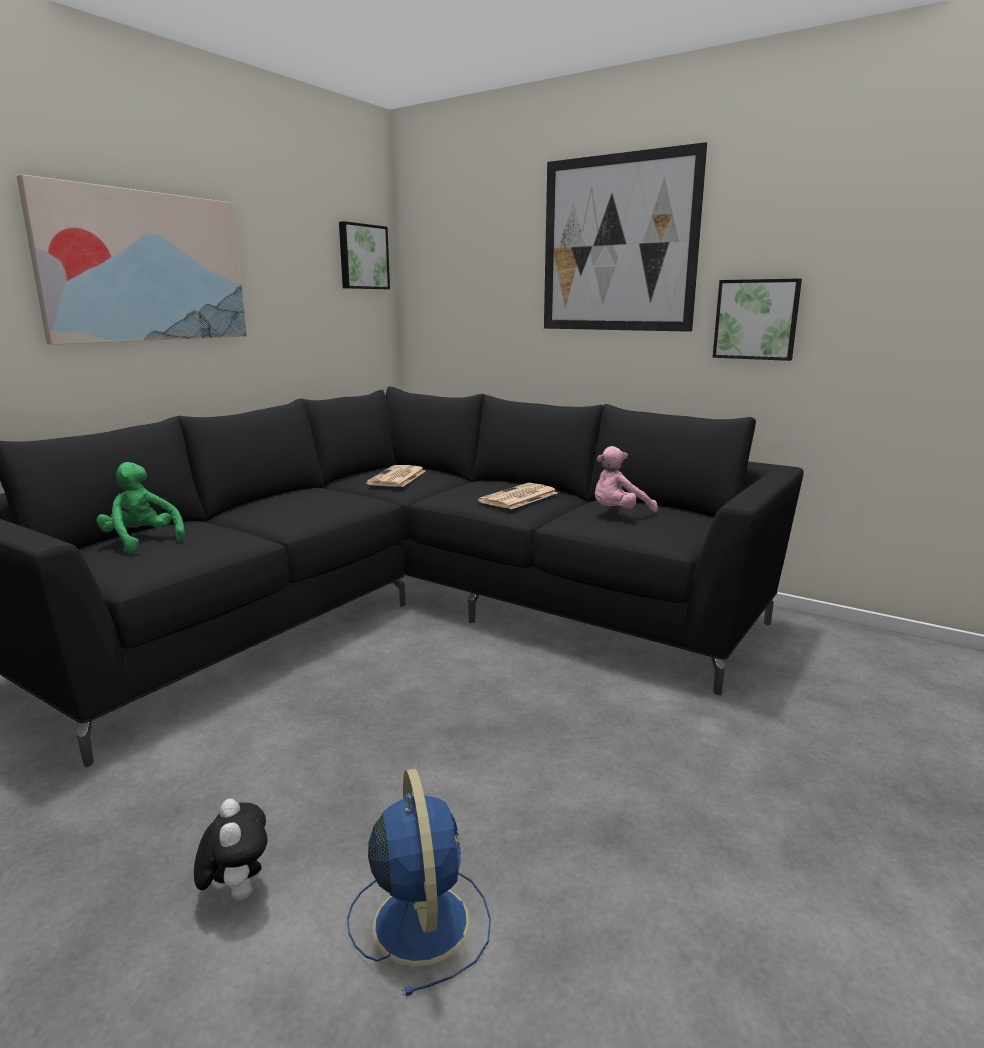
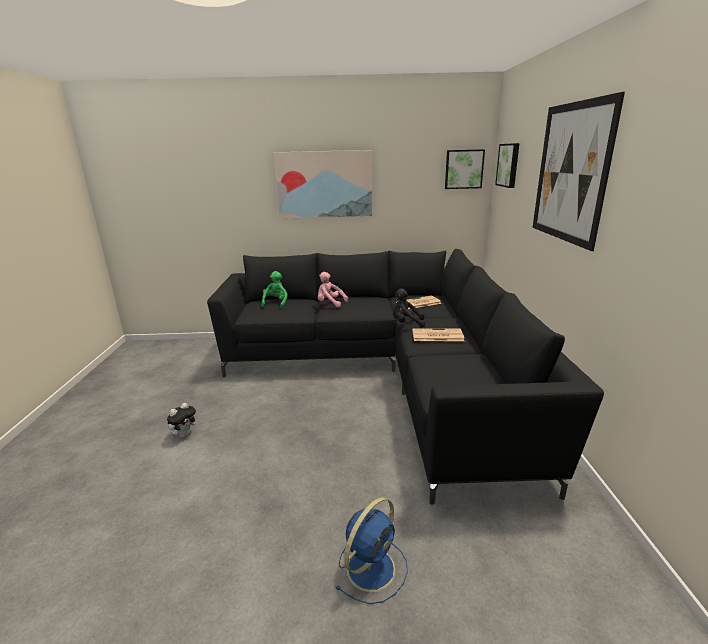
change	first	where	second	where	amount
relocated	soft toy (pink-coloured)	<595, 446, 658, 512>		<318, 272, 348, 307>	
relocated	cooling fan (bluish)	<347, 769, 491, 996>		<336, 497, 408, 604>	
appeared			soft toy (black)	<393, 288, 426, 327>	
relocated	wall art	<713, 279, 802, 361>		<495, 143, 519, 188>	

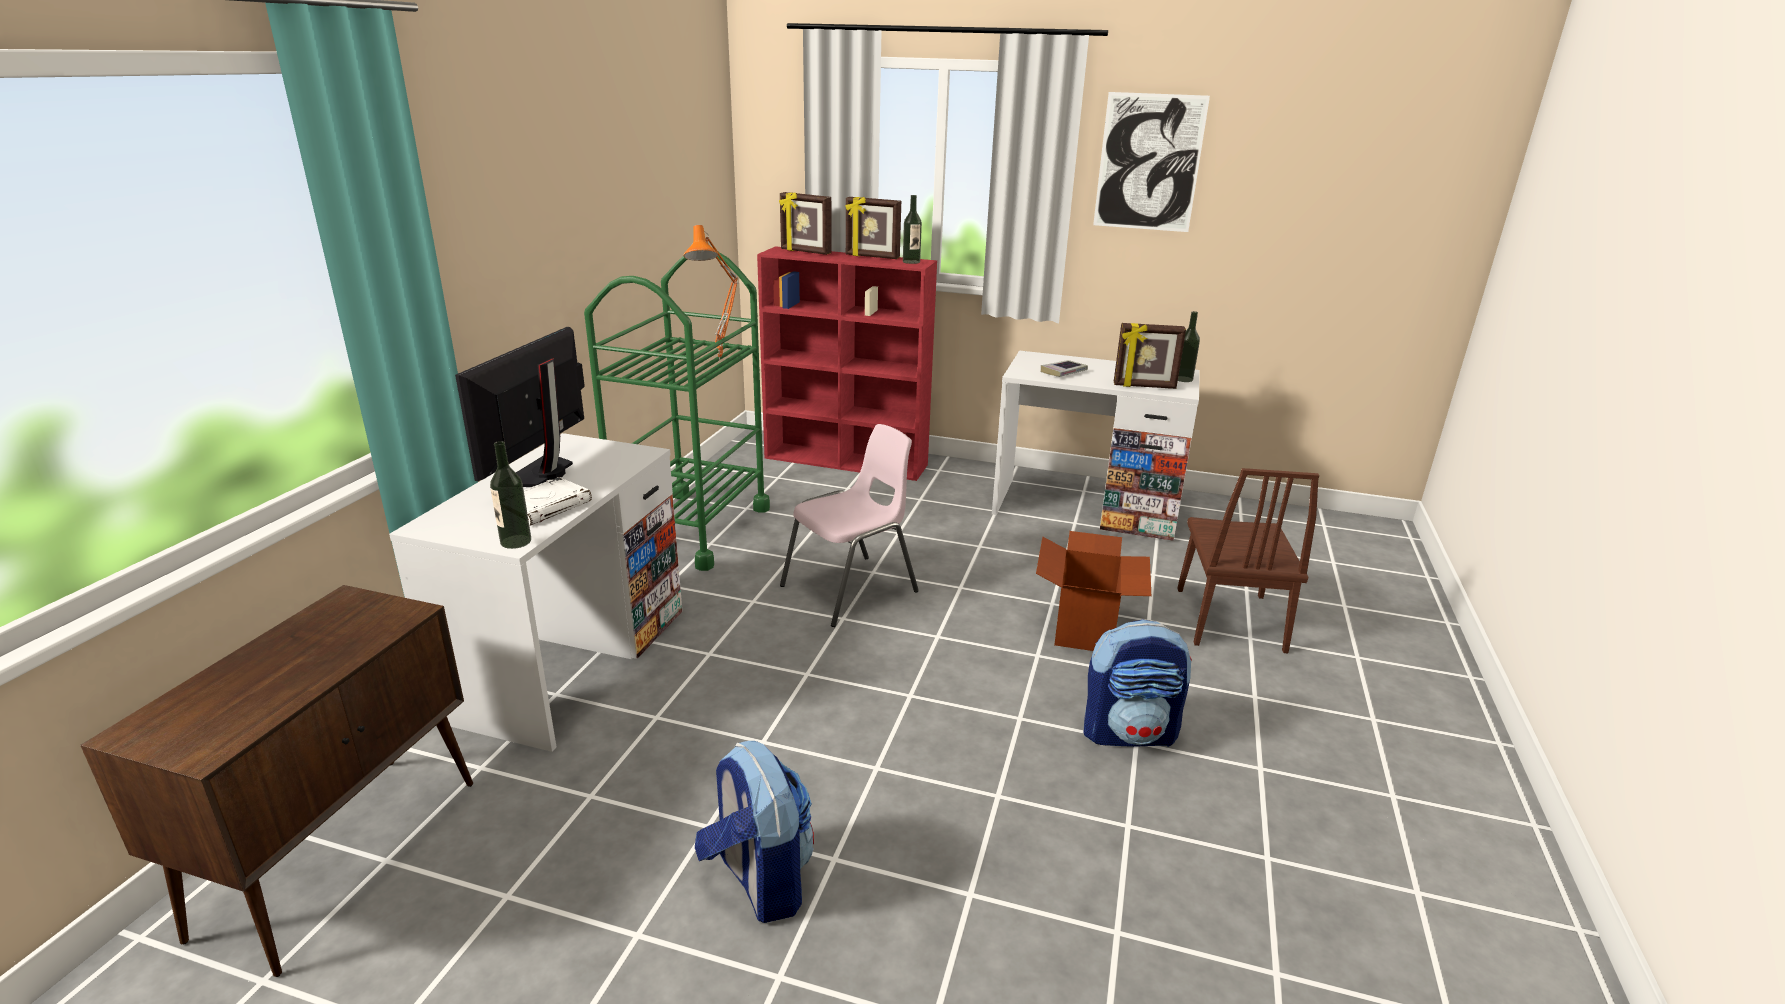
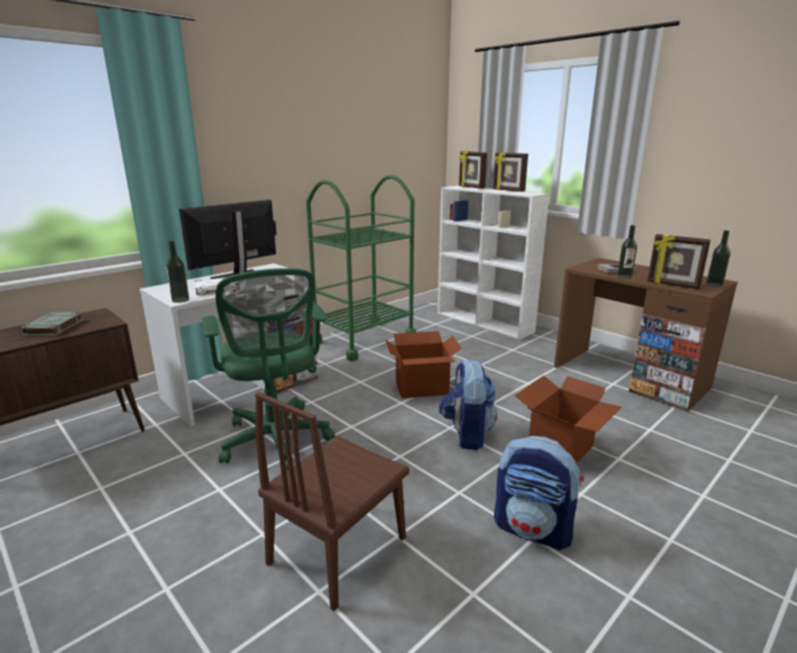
change	first	where	second	where	amount
appeared			volume (grey)	<19, 312, 84, 336>	
appeared			computer chair (greenish)	<202, 268, 335, 470>	
relocated	plain chair (brown-coloured)	<1177, 468, 1319, 653>		<255, 392, 409, 611>	
exchanged	plain chair (pink-coloured)	<780, 424, 919, 627>	carton	<385, 331, 461, 398>	
colour	bookshelf (red)	<757, 246, 937, 481>	bookshelf (whitish)	<438, 186, 549, 340>	
relocated	knapsack	<695, 741, 814, 923>		<439, 359, 497, 450>	
colour	desk unit (whitish)	<992, 351, 1200, 541>	desk unit (brown-coloured)	<554, 258, 738, 411>	
relocated	bottle	<903, 195, 922, 264>		<617, 225, 637, 279>	
missing	table lamp (orange-coloured)	<683, 225, 739, 361>			
missing	wall art	<1093, 92, 1210, 232>			

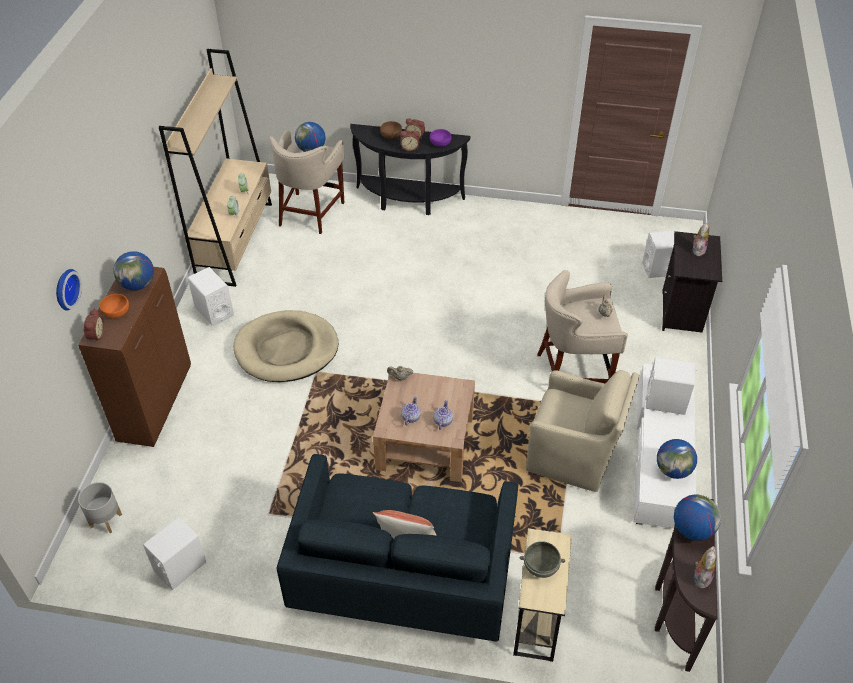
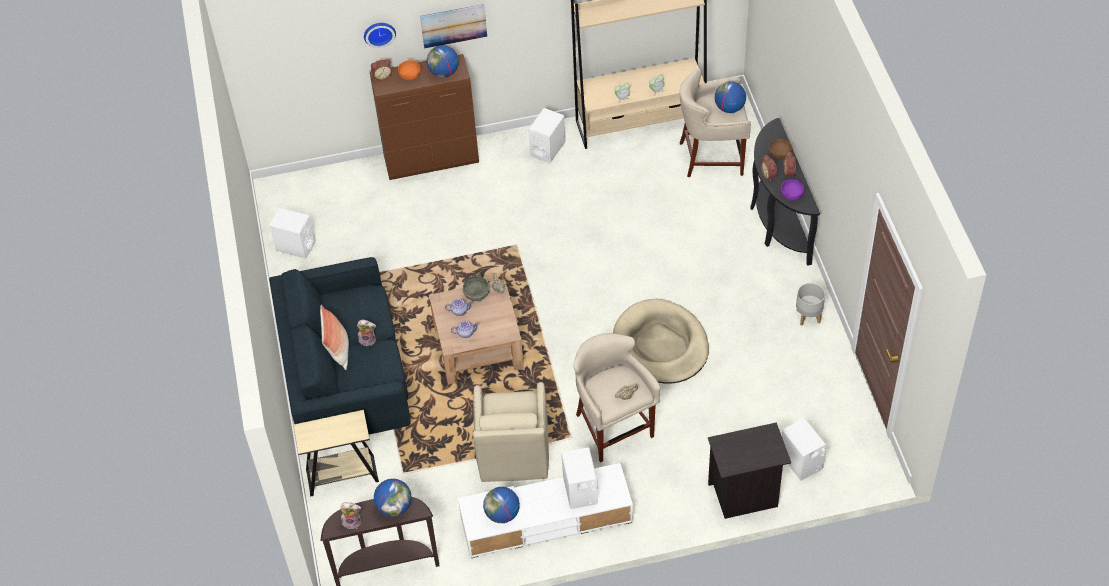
change	first	where	second	where	amount
relocated	soft toy	<693, 223, 709, 256>		<357, 320, 376, 346>	
appeared			wall art	<420, 4, 487, 49>	
relocated	deep dish (grey)	<520, 541, 565, 578>		<463, 276, 490, 301>	
relocated	pet bed (beige)	<233, 310, 338, 382>		<613, 299, 709, 384>	
relocated	planter (grey)	<78, 482, 122, 533>		<796, 283, 825, 326>	

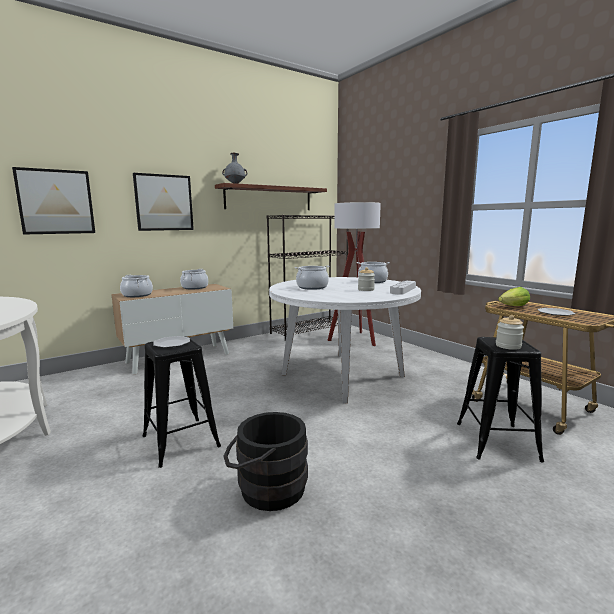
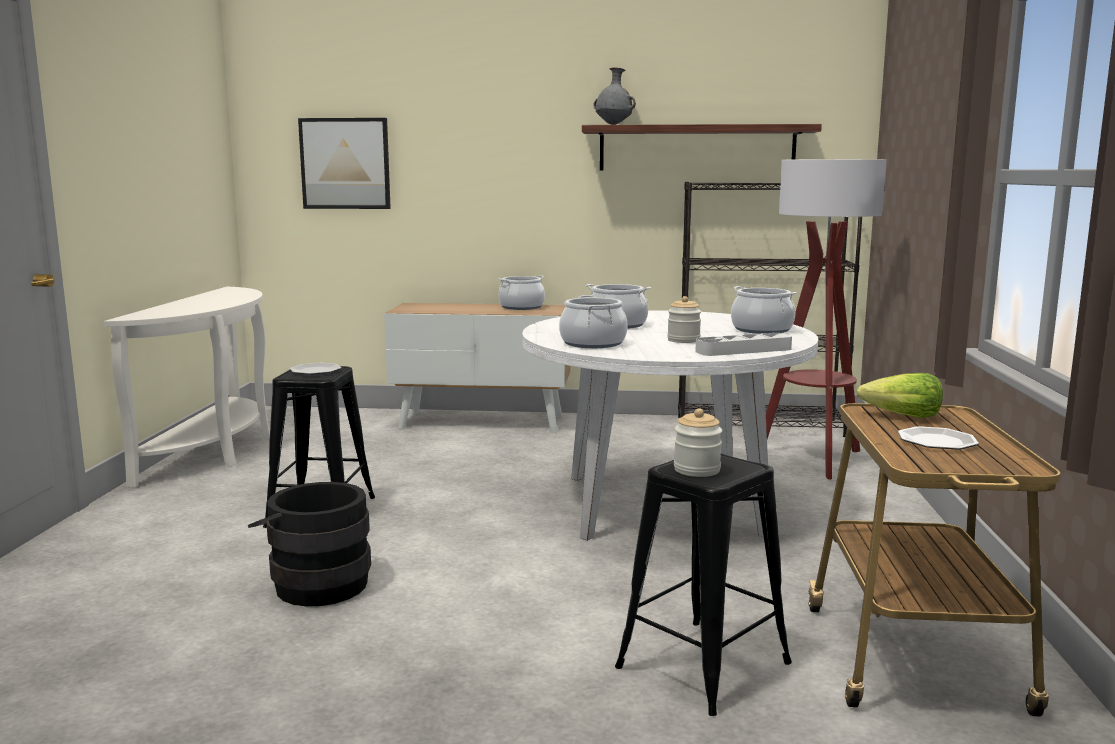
change	first	where	second	where	amount
relocated	saucepot	<120, 275, 153, 297>		<559, 295, 628, 348>	
missing	wall art	<133, 173, 194, 231>			

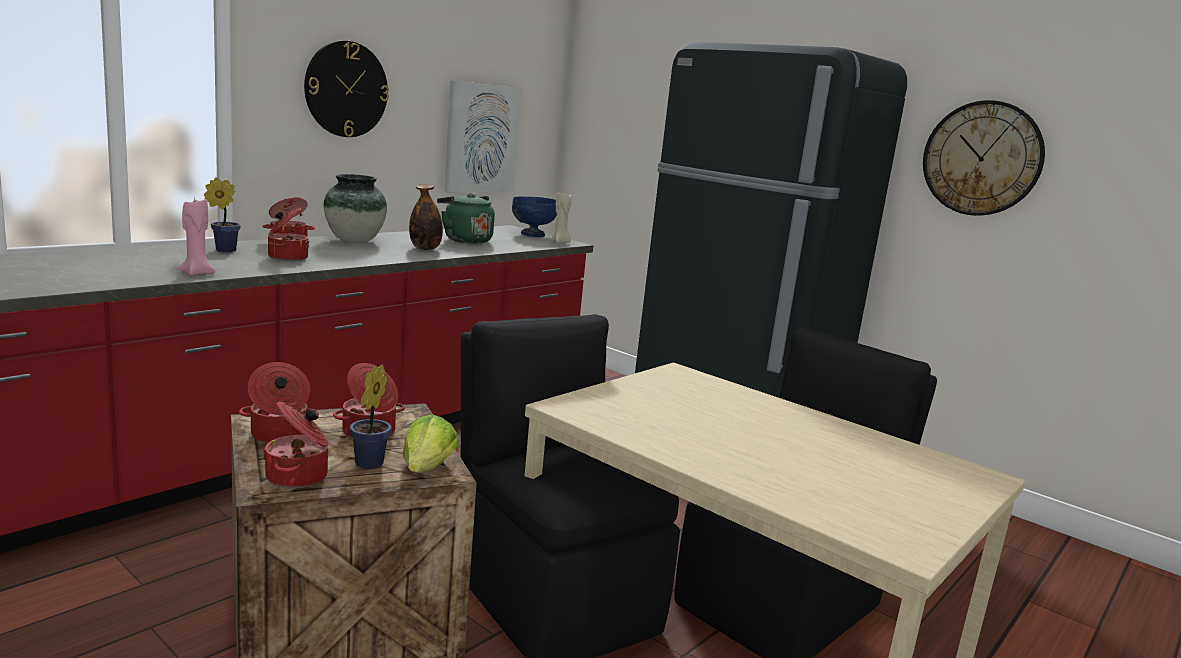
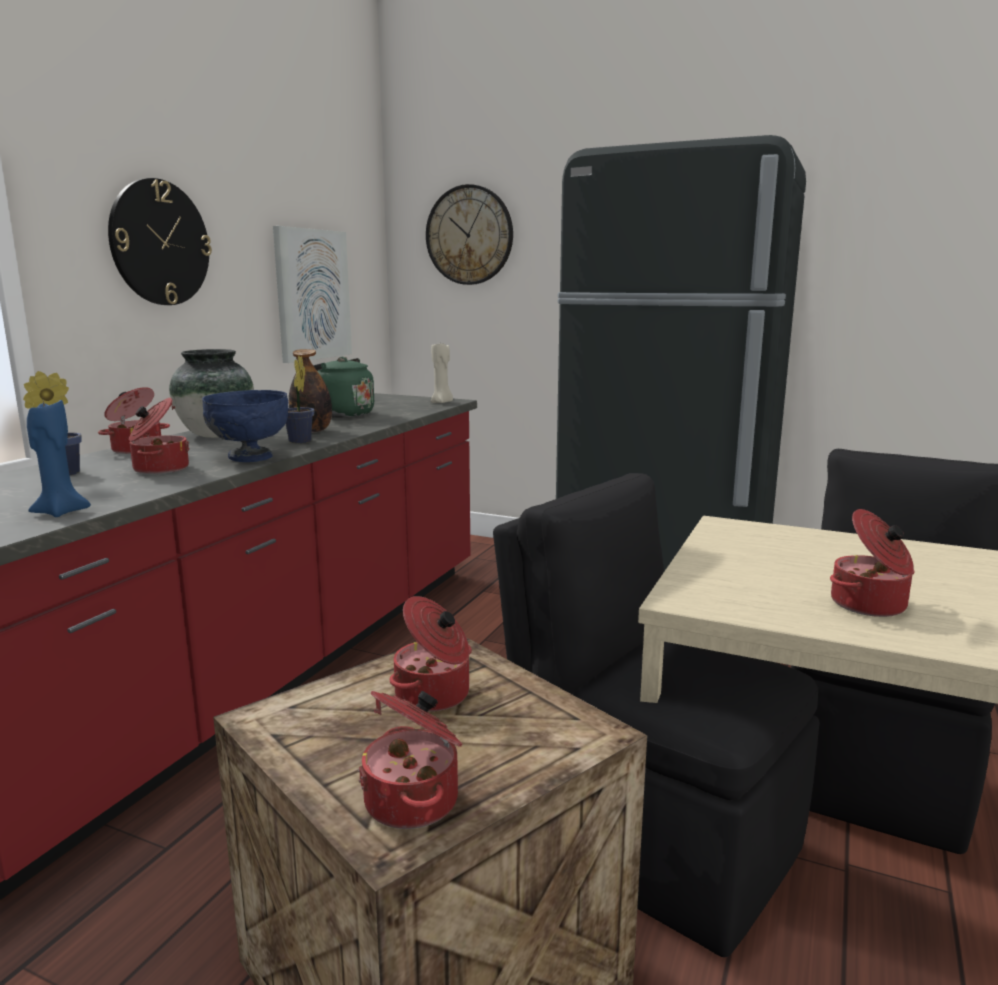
change	first	where	second	where	amount
colour	wax candle (pink-coloured)	<177, 198, 216, 276>	wax candle (bluish)	<27, 400, 91, 517>	
relocated	deep dish (bluish)	<512, 196, 557, 237>		<202, 390, 288, 462>	
relocated	plant in a pot	<350, 364, 391, 469>		<285, 355, 314, 443>	
relocated	clock on the wall	<923, 100, 1045, 216>		<426, 184, 513, 285>	
relocated	saucepot	<239, 362, 319, 443>		<830, 509, 914, 617>	
missing	head of lettuce	<403, 414, 459, 472>			

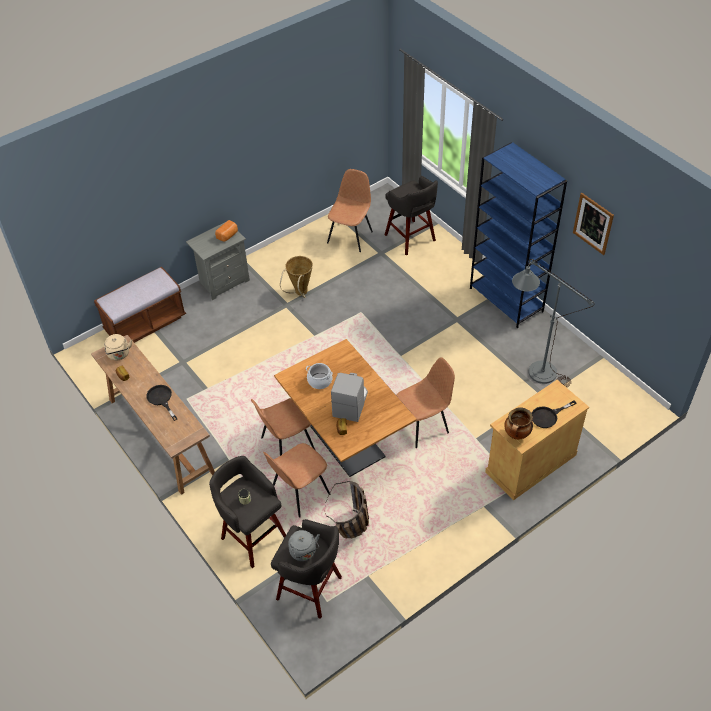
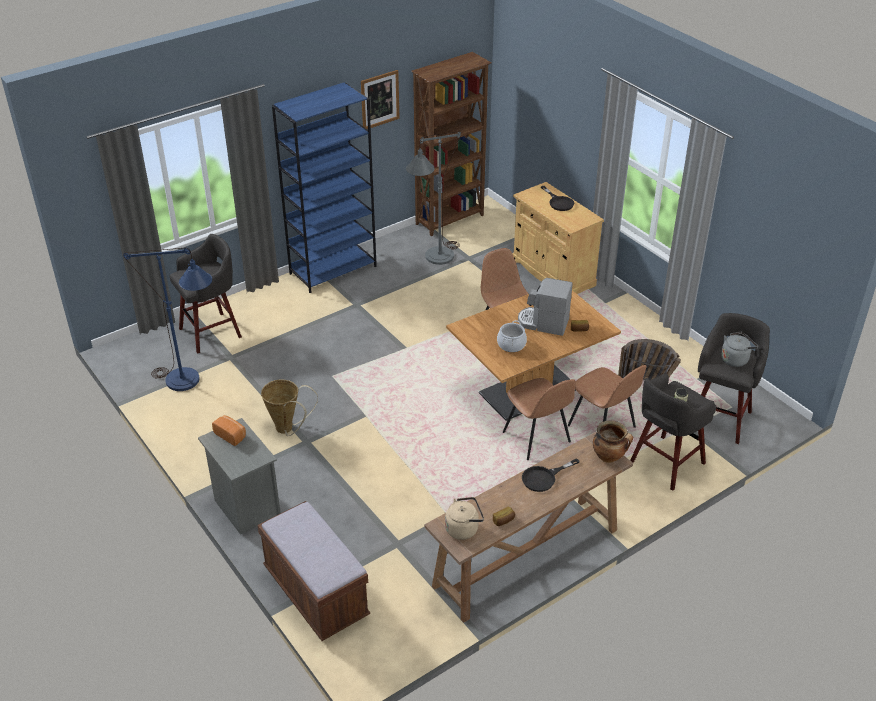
change	first	where	second	where	amount
exchanged	plain chair (brown-coloured)	<327, 169, 373, 252>	standard lamp (bluish)	<123, 248, 212, 391>	
appeared			bookshelf (brown-coloured)	<411, 52, 491, 236>	
relocated	saucepot	<504, 407, 533, 440>		<593, 420, 633, 463>	

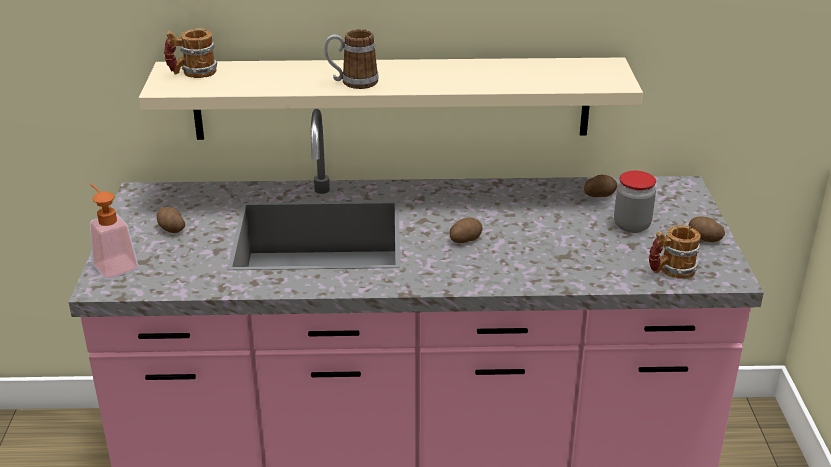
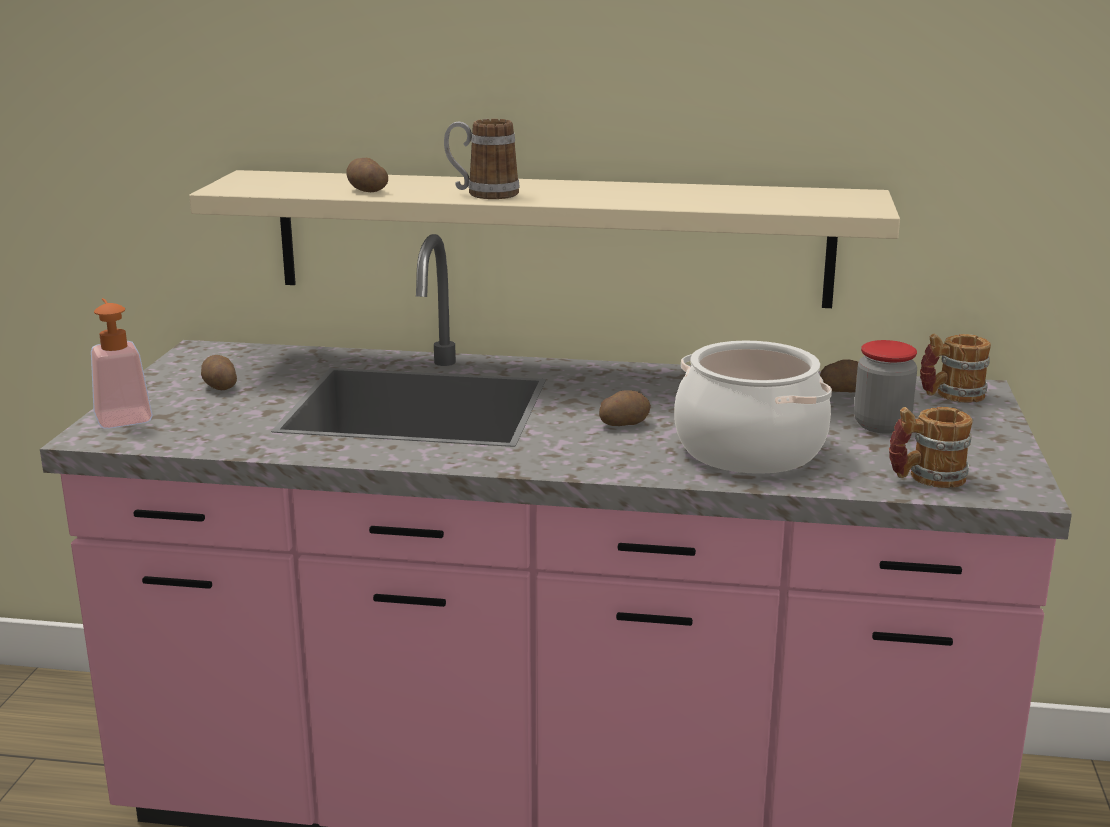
change	first	where	second	where	amount
relocated	potato	<689, 216, 725, 242>		<346, 158, 388, 192>	
appeared			saucepot	<674, 341, 832, 474>	
relocated	tea mug	<164, 29, 217, 78>		<920, 333, 991, 403>	

